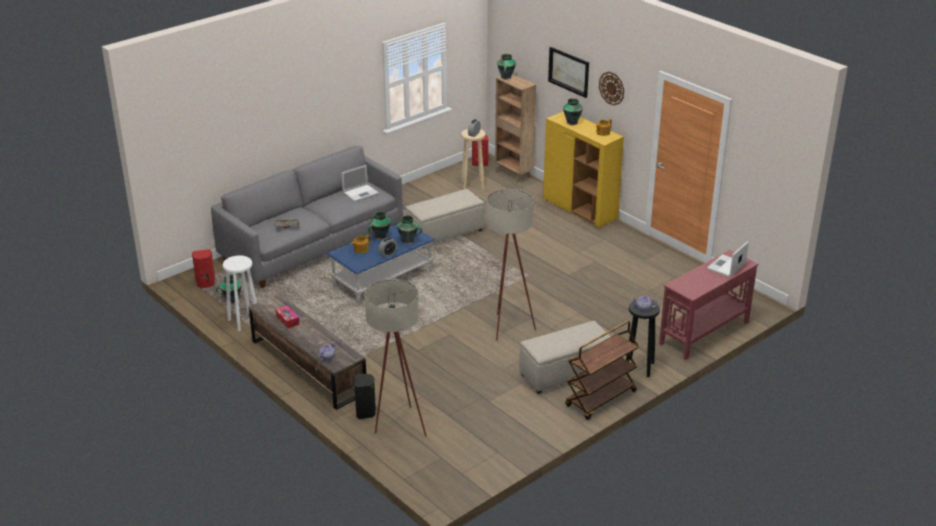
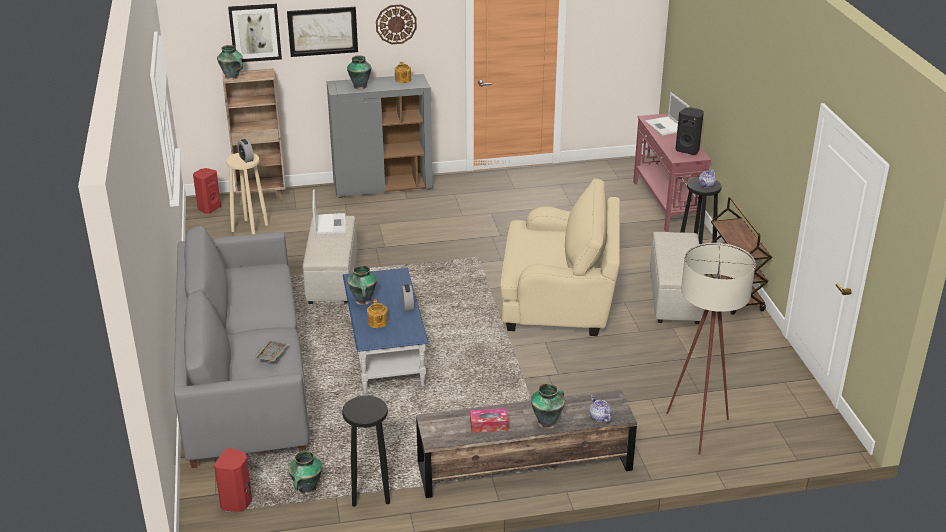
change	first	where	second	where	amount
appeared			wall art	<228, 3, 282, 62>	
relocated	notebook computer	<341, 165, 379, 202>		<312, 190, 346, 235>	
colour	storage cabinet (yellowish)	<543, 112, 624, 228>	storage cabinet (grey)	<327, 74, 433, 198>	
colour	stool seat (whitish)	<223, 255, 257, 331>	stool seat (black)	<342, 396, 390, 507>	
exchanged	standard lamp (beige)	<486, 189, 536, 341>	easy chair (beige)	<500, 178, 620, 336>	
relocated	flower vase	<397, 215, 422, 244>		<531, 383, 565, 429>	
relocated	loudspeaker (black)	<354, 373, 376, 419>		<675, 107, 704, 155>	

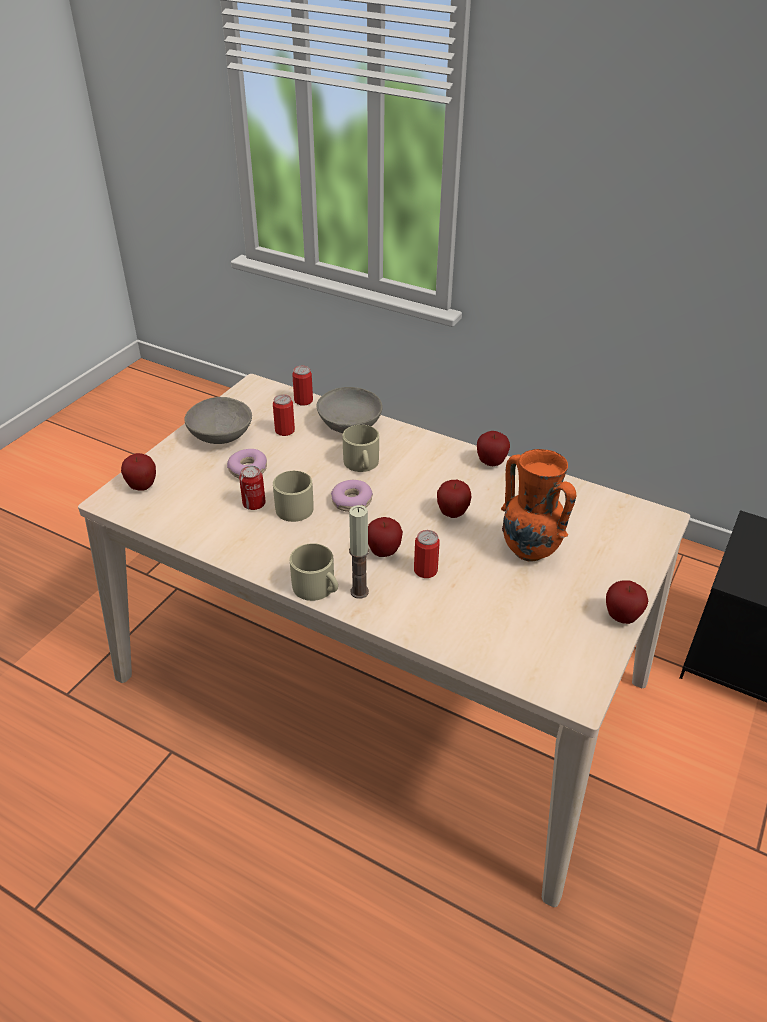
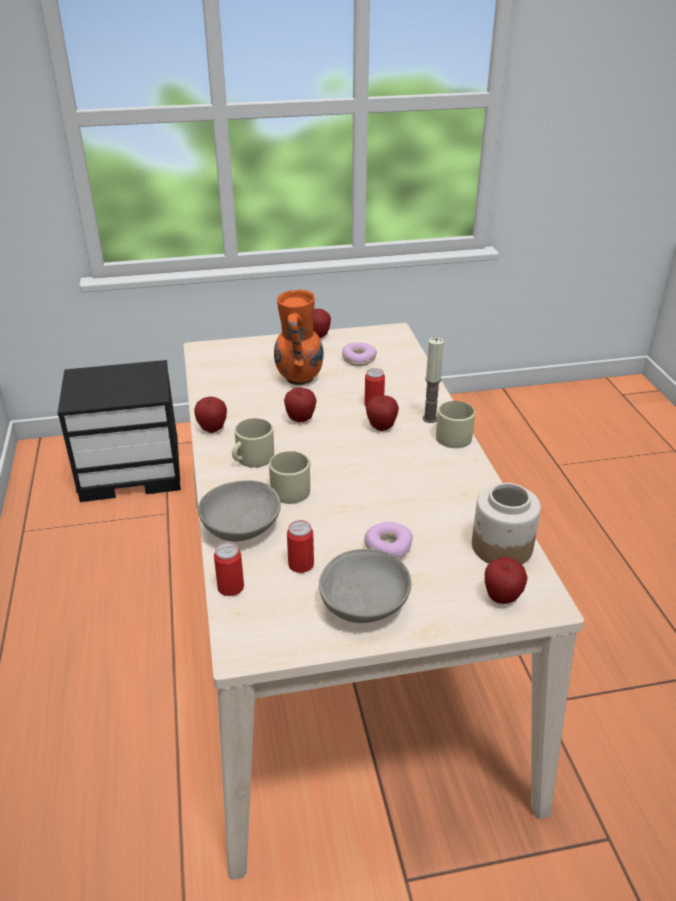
change	first	where	second	where	amount
relocated	tea mug (beige)	<273, 471, 314, 522>		<232, 418, 274, 468>	
relocated	ring doughnut	<331, 480, 373, 512>		<342, 342, 377, 366>	
appeared			preserve jar	<472, 483, 541, 564>	
missing	sealed can	<239, 466, 266, 510>			

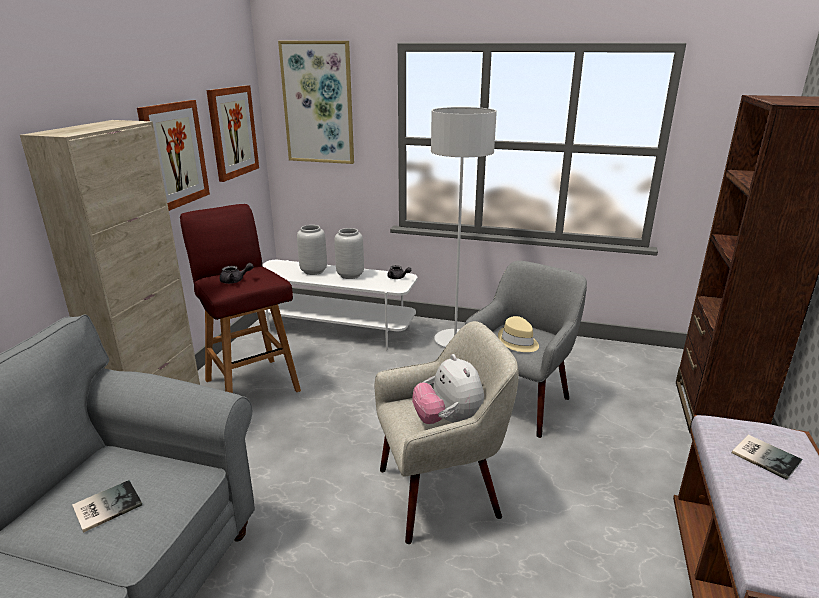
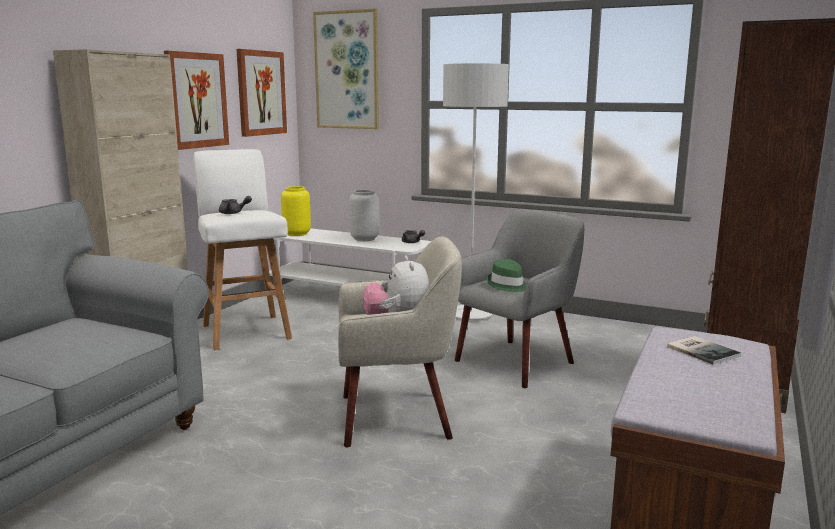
change	first	where	second	where	amount
colour	stool seat (red)	<180, 204, 301, 393>	stool seat (whitish)	<193, 149, 292, 350>	
appeared			flower vase (yellowish)	<281, 186, 311, 236>	
colour	clothing hat (beige)	<498, 316, 539, 352>	clothing hat (greenish)	<486, 259, 526, 292>	
missing	volume	<72, 480, 142, 533>			
missing	flower vase (grey)	<297, 225, 327, 275>			

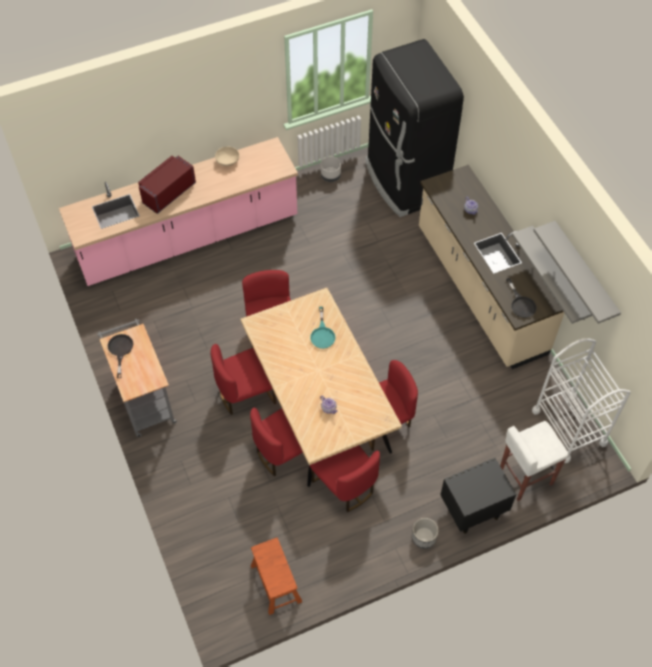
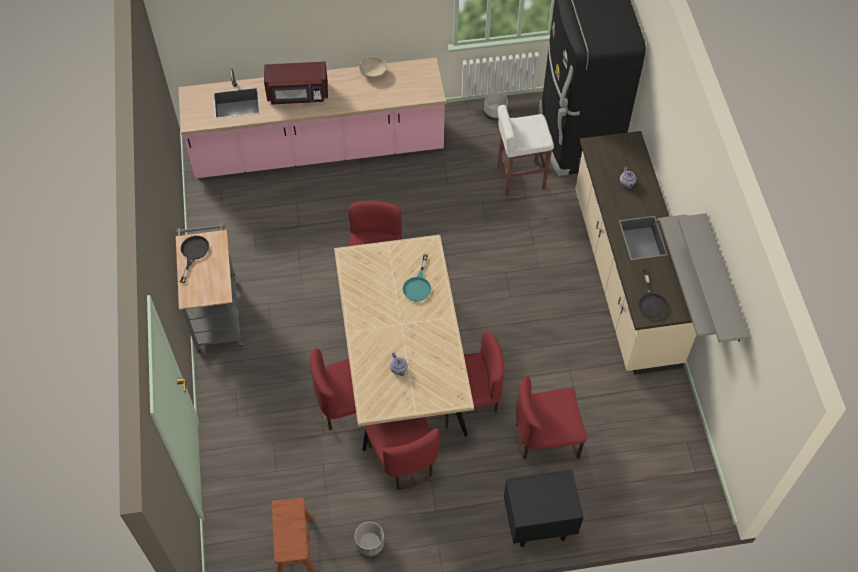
change	first	where	second	where	amount
spun	kitchen microwave (red)	<138, 156, 196, 214>		<264, 61, 328, 104>	150 degrees counterclockwise
relocated	planter	<412, 518, 439, 549>		<354, 521, 385, 557>	
relocated	stool seat (whitish)	<500, 421, 569, 501>		<498, 105, 554, 195>	
relocated	plain chair (red)	<210, 344, 276, 415>		<516, 376, 587, 459>	
missing	wheeled cart (whitish)	<532, 338, 631, 463>			

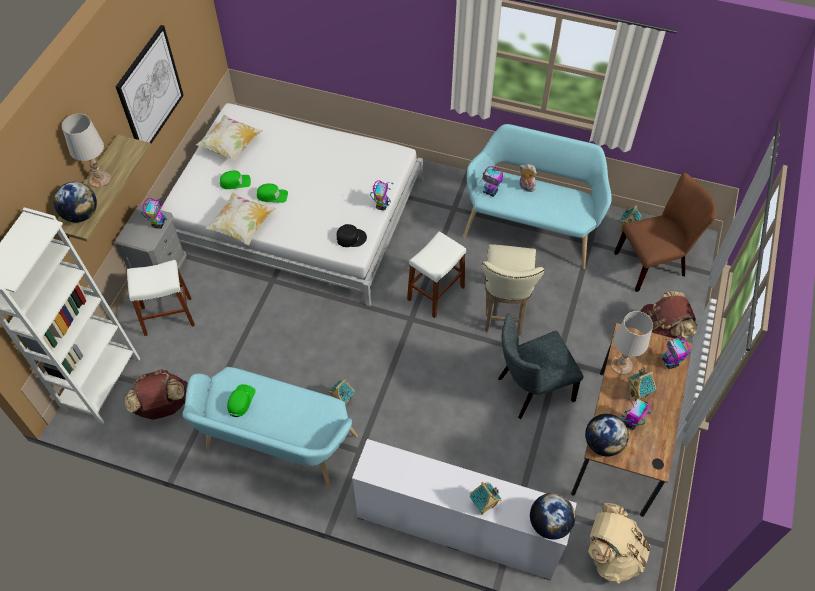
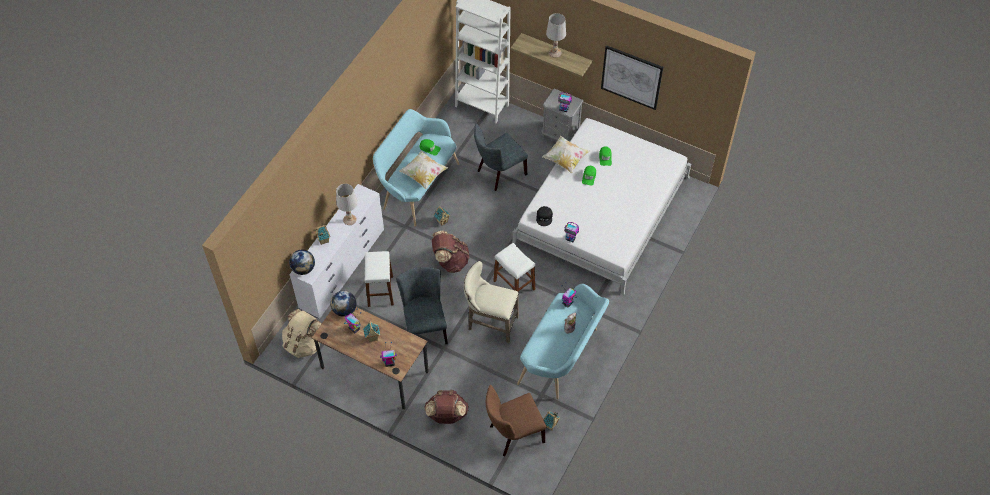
change	first	where	second	where	amount
relocated	table lamp (whitish)	<611, 311, 653, 375>		<336, 184, 357, 225>	
relocated	stool seat (whitish)	<127, 260, 195, 336>		<365, 251, 394, 307>	
relocated	pillow	<196, 114, 263, 162>		<399, 150, 448, 189>	
relocated	knapsack (brown-coloured)	<125, 369, 188, 420>		<432, 230, 469, 273>	
appeared			plain chair (grey)	<474, 123, 528, 191>	
spun	plain chair (brown-coloured)	<614, 172, 716, 292>		<486, 385, 546, 457>	75 degrees clockwise
missing	desk globe	<53, 182, 97, 223>			

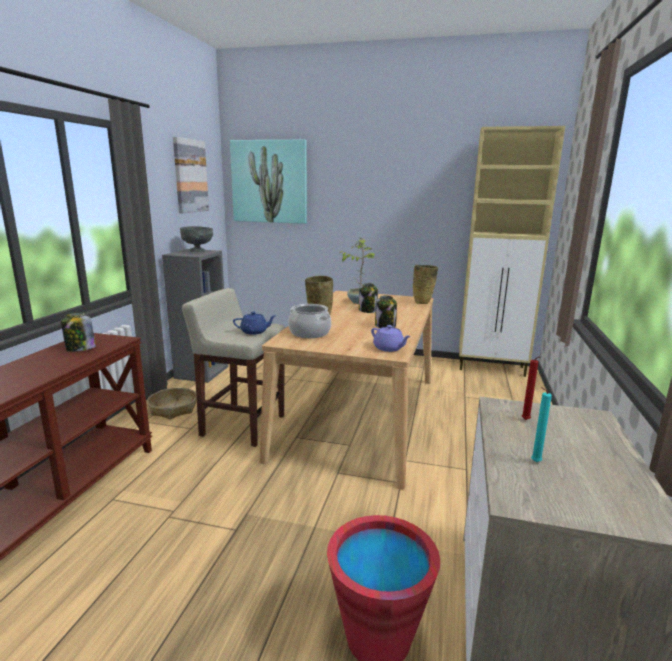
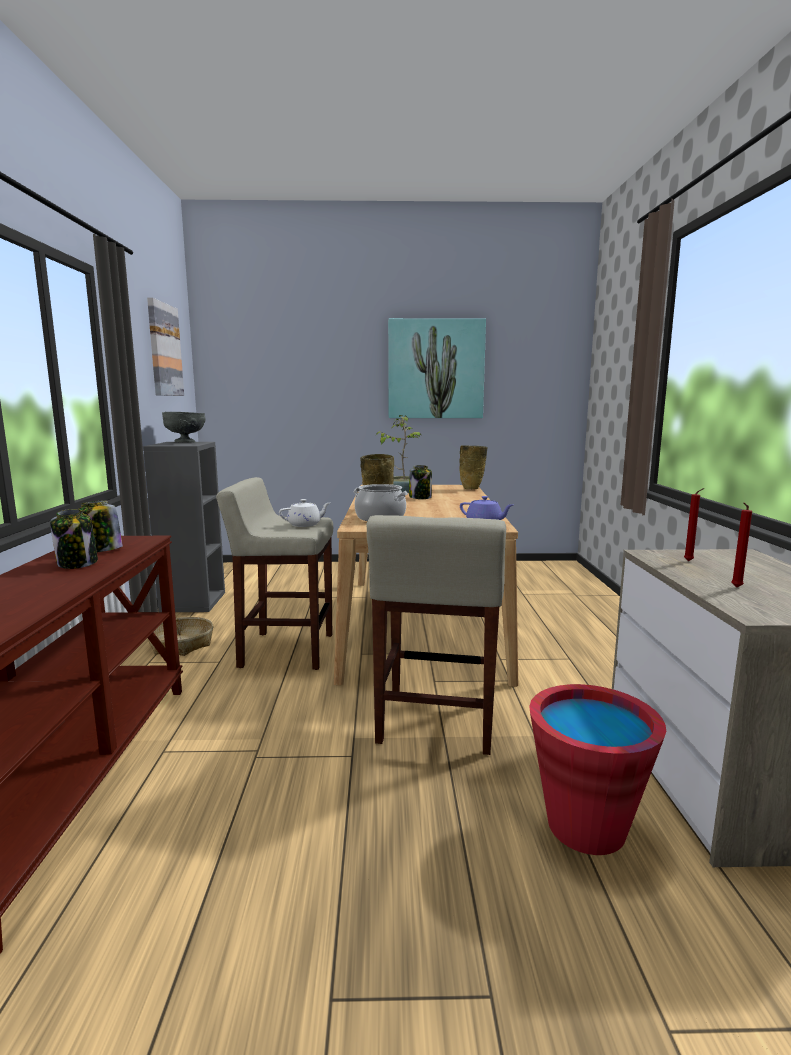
change	first	where	second	where	amount
relocated	preserve jar	<375, 295, 397, 328>		<50, 509, 98, 569>	
colour	teapot (bluish)	<233, 312, 277, 335>	teapot (whitish)	<279, 499, 330, 527>	
appeared			stool seat (beige)	<367, 515, 506, 755>	
relocated	wall art	<230, 140, 307, 224>		<388, 318, 486, 418>	
colour	wax candle (blue-green)	<531, 387, 552, 462>	wax candle (red)	<731, 503, 752, 587>	
missing	storage cabinet (beige)	<459, 126, 565, 377>			

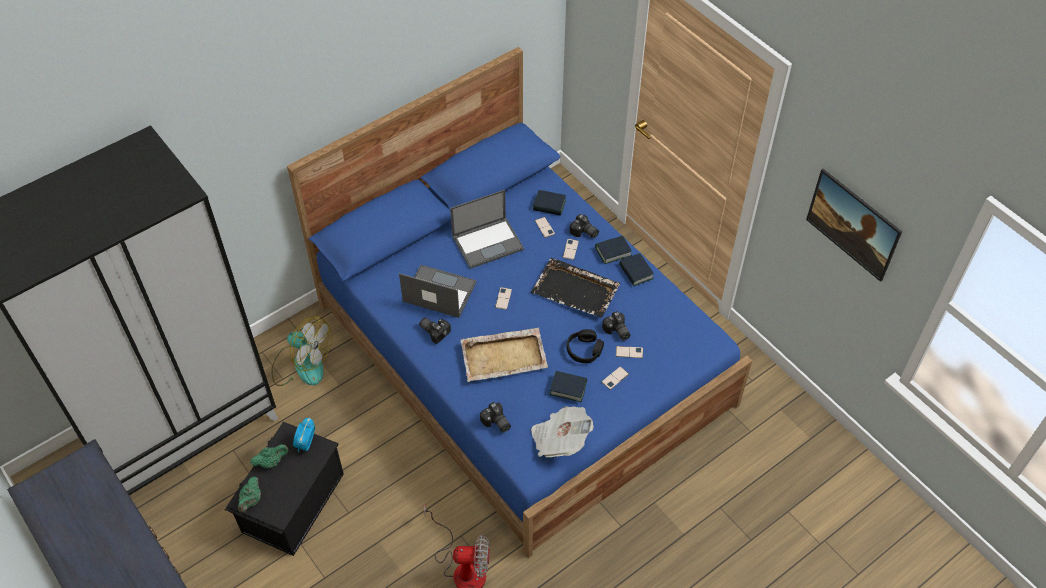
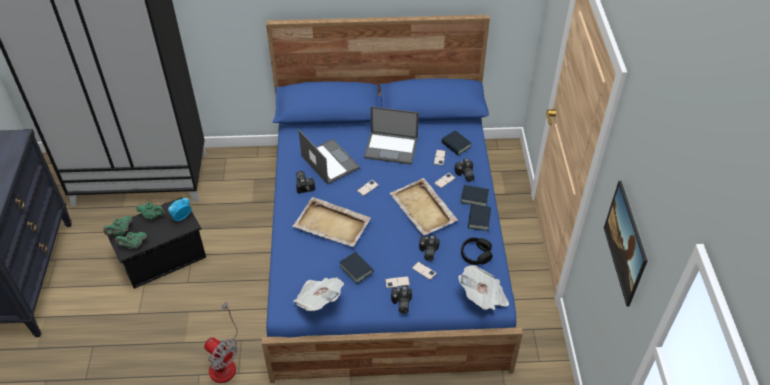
change	first	where	second	where	amount
appeared			teapot (greenish)	<115, 232, 147, 249>	
colour	carrying tray (black)	<531, 258, 620, 318>	carrying tray (beige)	<389, 178, 458, 236>	
relocated	still camera	<480, 402, 511, 432>		<391, 286, 412, 314>	
appeared			printed paper	<458, 265, 509, 310>	
relocated	headphones (black)	<567, 329, 604, 363>		<461, 238, 493, 265>	
missing	cooling fan	<271, 316, 331, 386>			

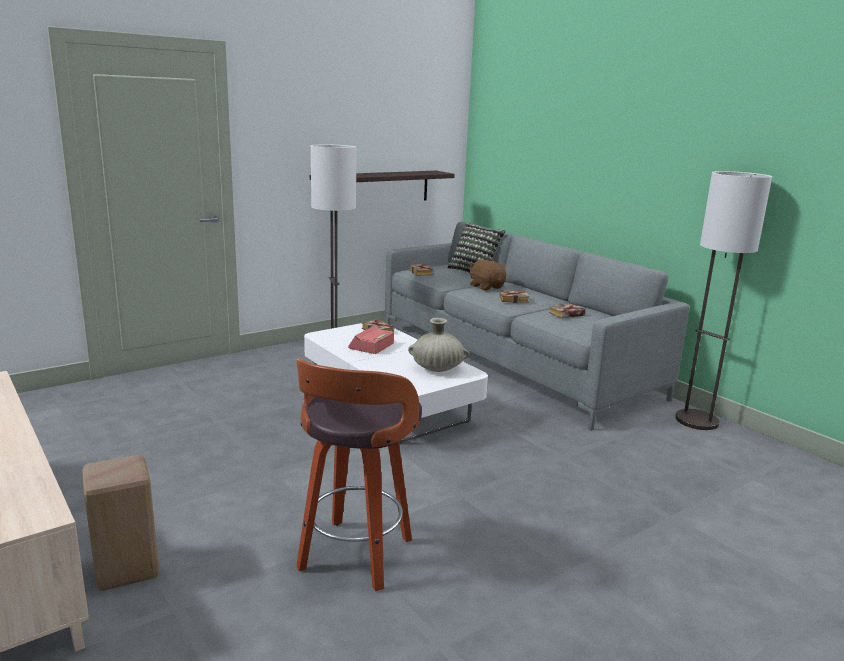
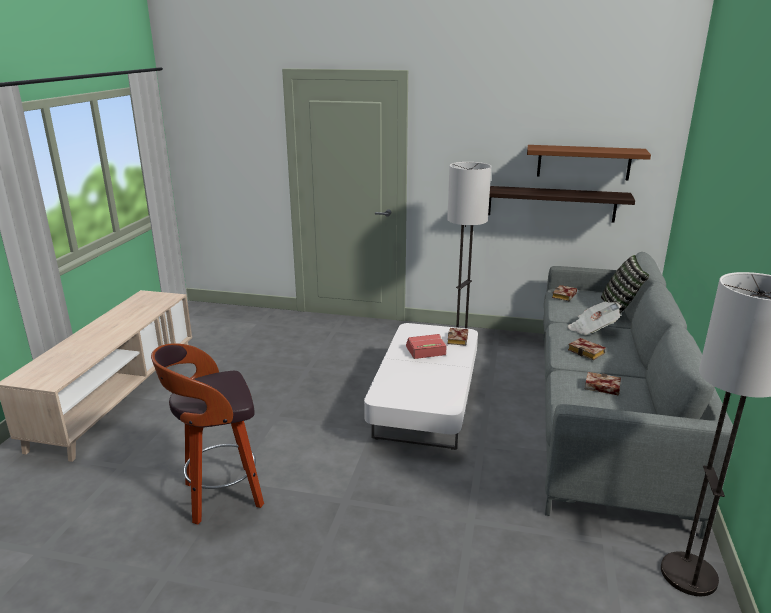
change	first	where	second	where	amount
appeared			shelf (brown-coloured)	<527, 145, 651, 180>	
exchanged	soft toy (brown-coloured)	<469, 260, 506, 290>	printed paper	<568, 302, 621, 336>	
missing	stool seat (beige)	<82, 455, 159, 591>			
missing	flower vase (beige)	<408, 318, 469, 372>			

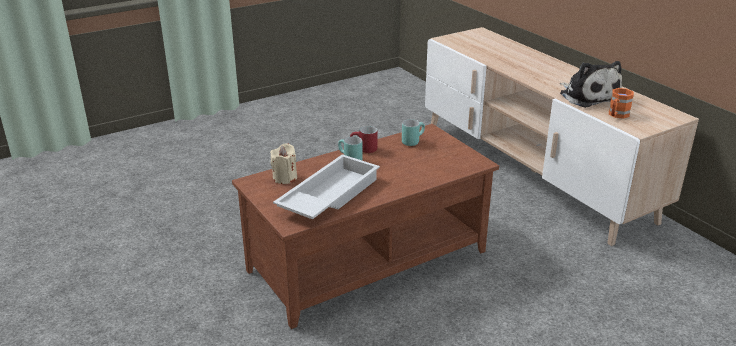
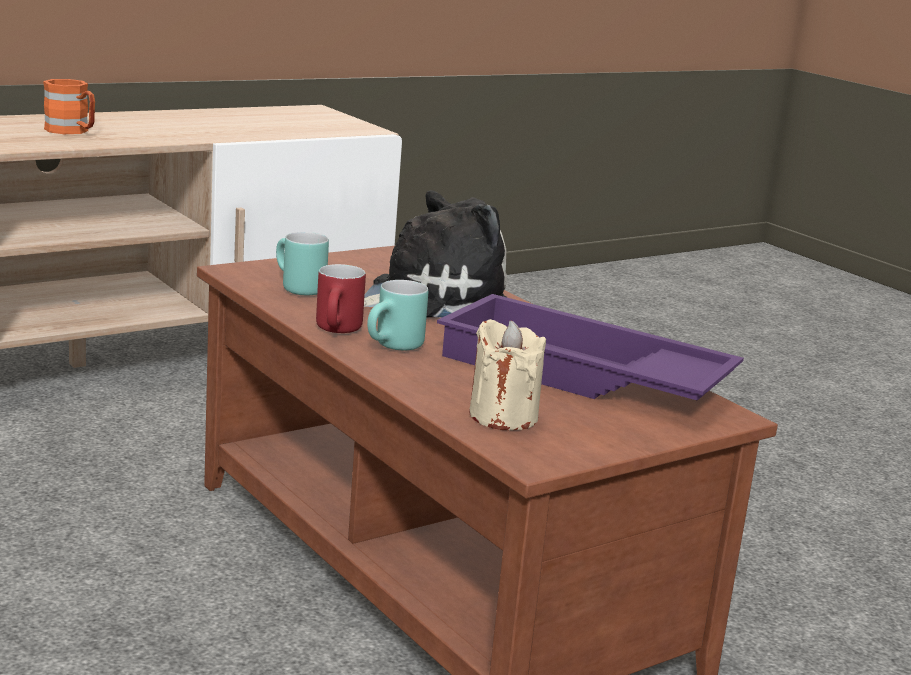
change	first	where	second	where	amount
relocated	tea mug (orange-coloured)	<609, 88, 634, 119>		<43, 79, 95, 134>	
relocated	soft toy	<560, 61, 622, 108>		<364, 190, 508, 317>	
colour	carrying tray (whitish)	<273, 154, 380, 219>	carrying tray (purple)	<437, 294, 744, 400>	

